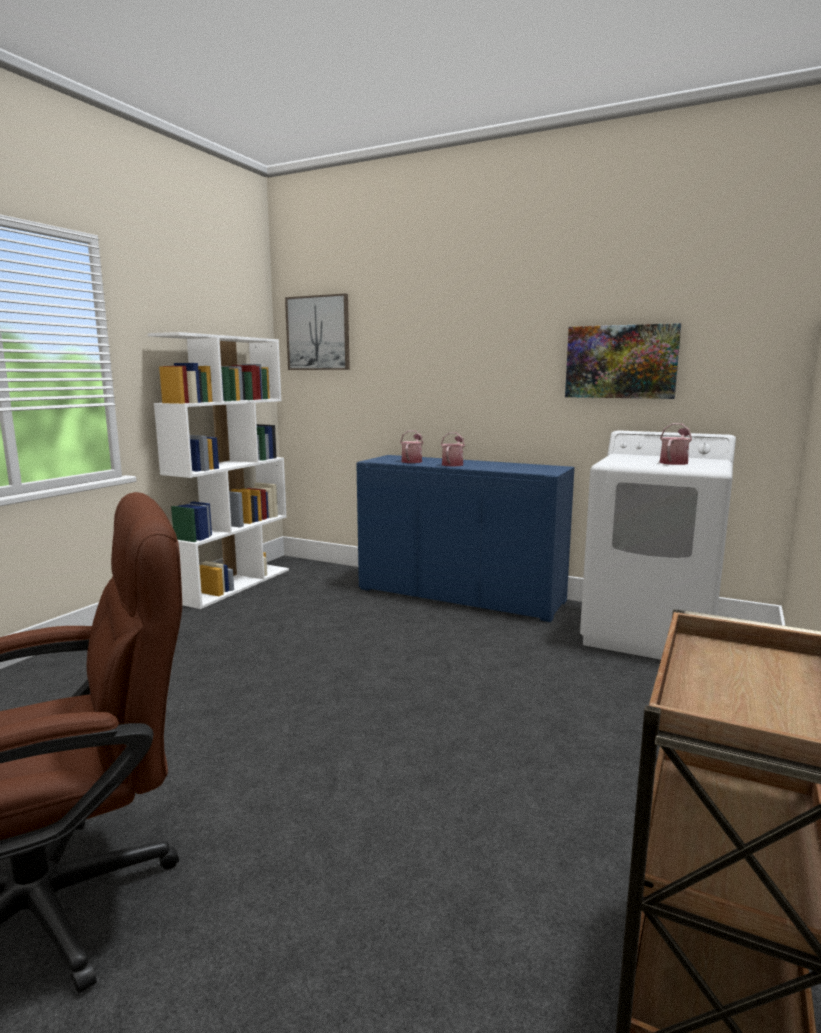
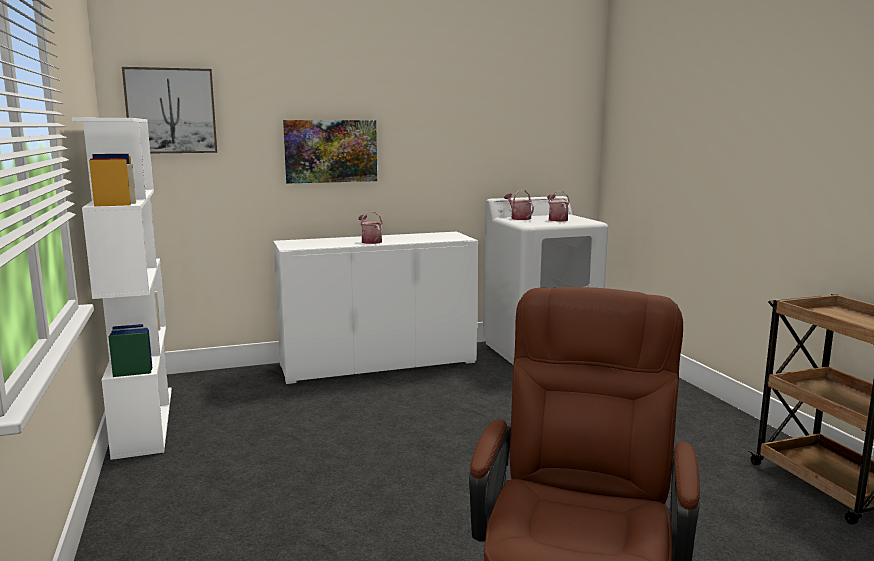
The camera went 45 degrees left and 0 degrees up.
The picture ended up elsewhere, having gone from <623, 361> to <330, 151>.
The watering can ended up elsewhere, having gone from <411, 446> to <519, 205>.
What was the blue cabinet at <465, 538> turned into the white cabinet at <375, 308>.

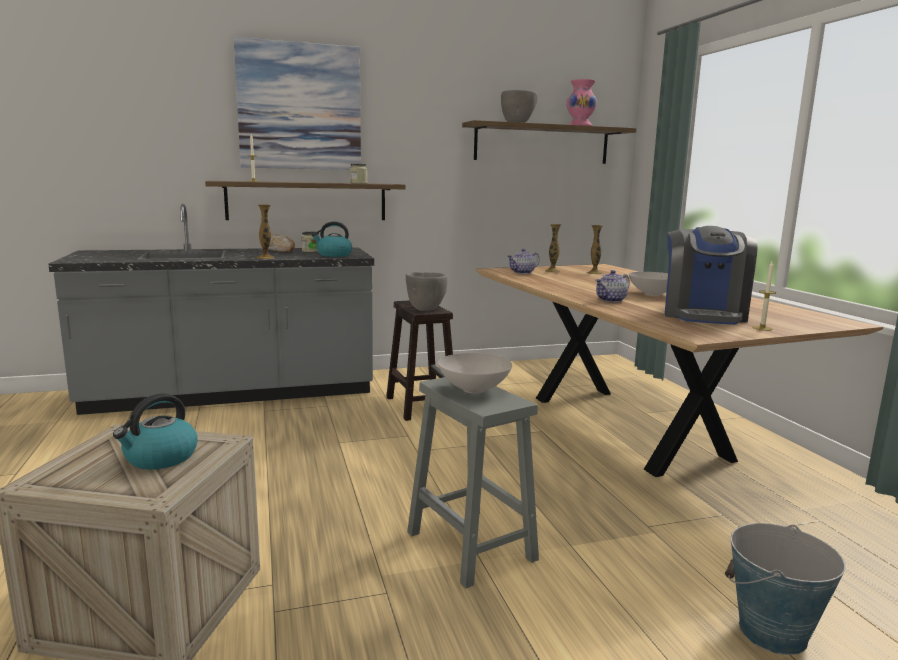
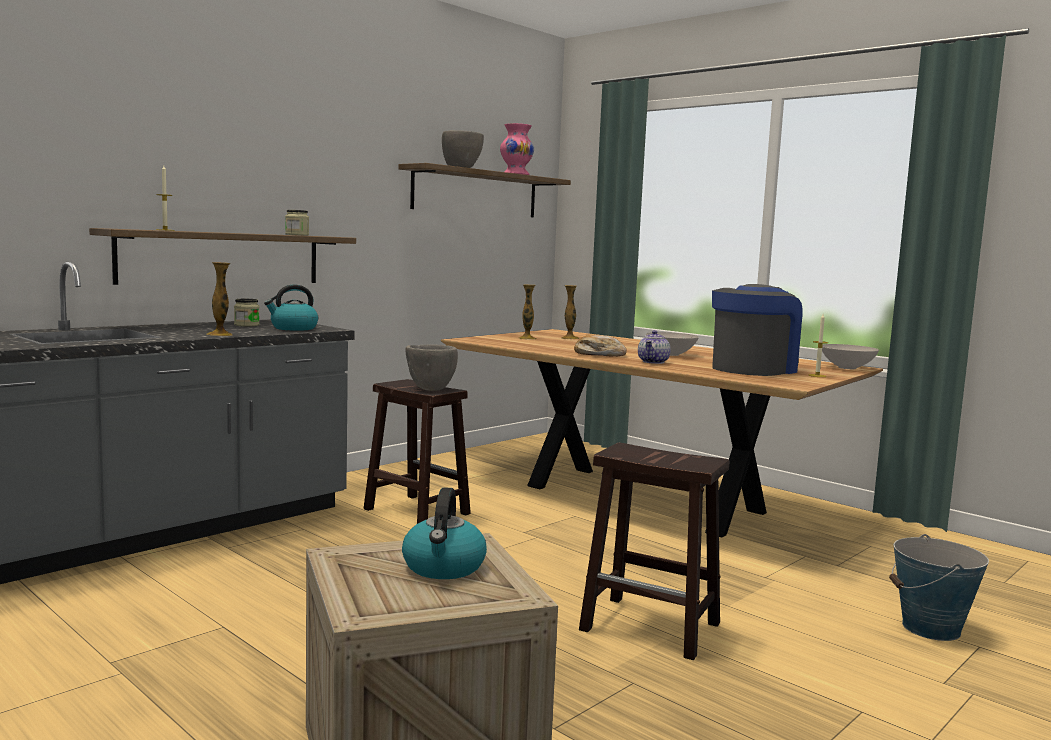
The camera went 30 degrees left and 5 degrees down.
The second view lost the picture at <297, 103>.
The coffee machine at <711, 275> ended up facing another way, 120 degrees counterclockwise from before.
The bread ended up elsewhere, having gone from <281, 243> to <600, 345>.
The second view lost the teapot at <523, 261>.
The white bowl ended up elsewhere, having gone from <475, 373> to <850, 356>.
What was the grey stool at <473, 482> turned into the brown stool at <654, 551>.

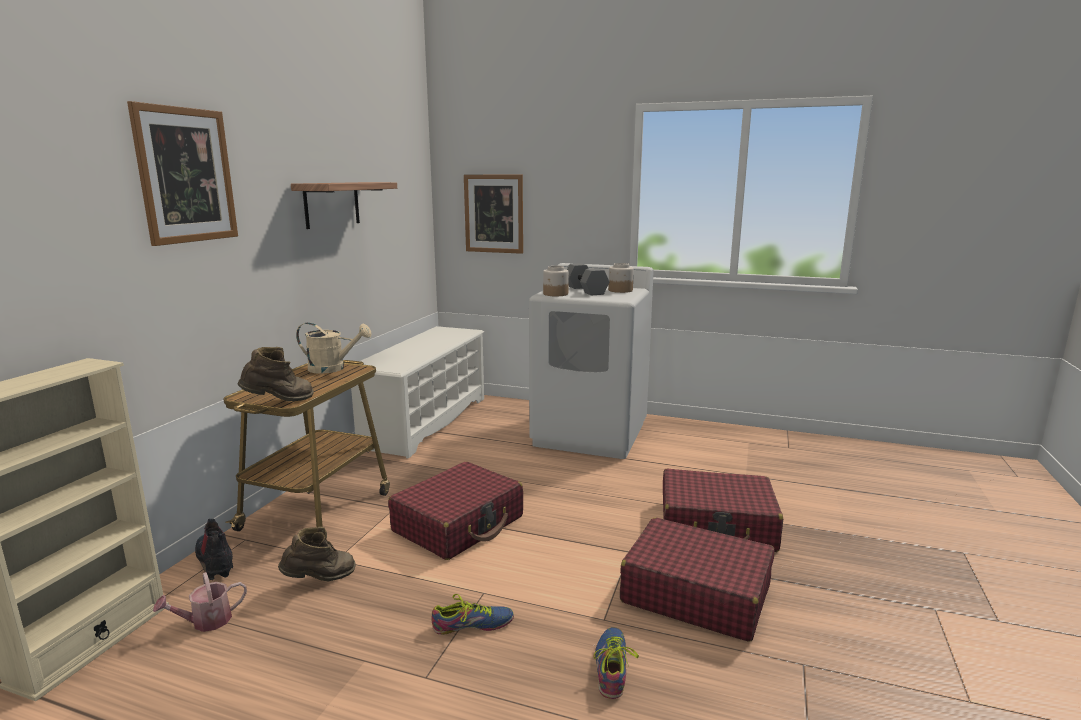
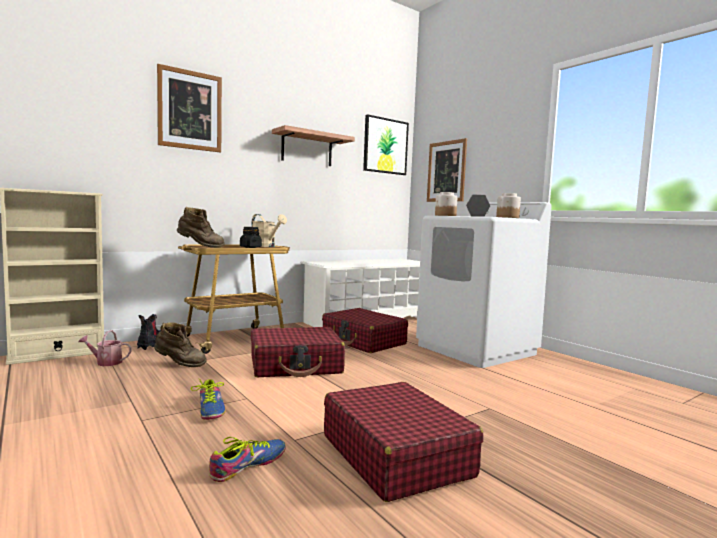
The camera went 35 degrees right and 10 degrees down.
The red suitcase ended up elsewhere, having gone from <723, 510> to <365, 330>.
The shoe at <472, 614> ended up facing another way, 45 degrees clockwise from before.
The second view gained the picture at <386, 144>.
The second view gained the black jar at <251, 237>.

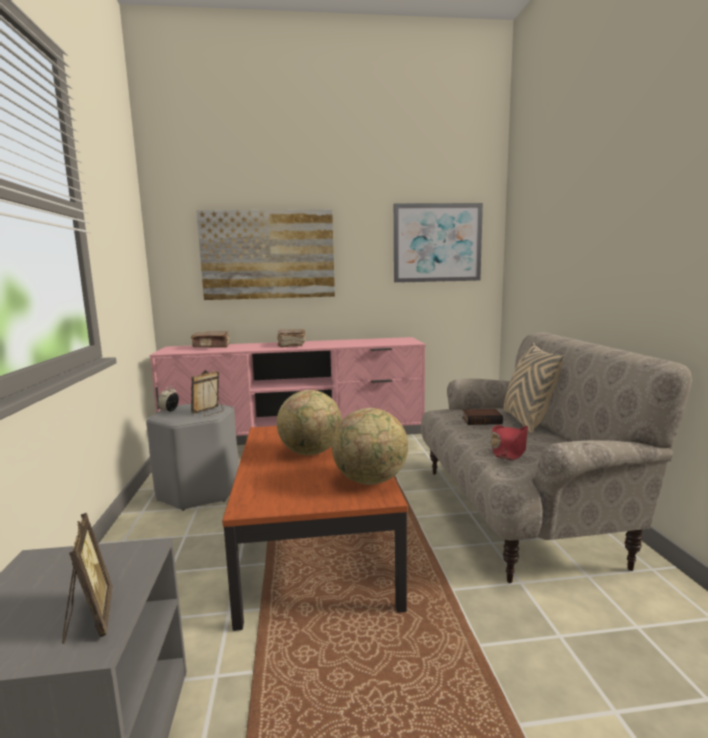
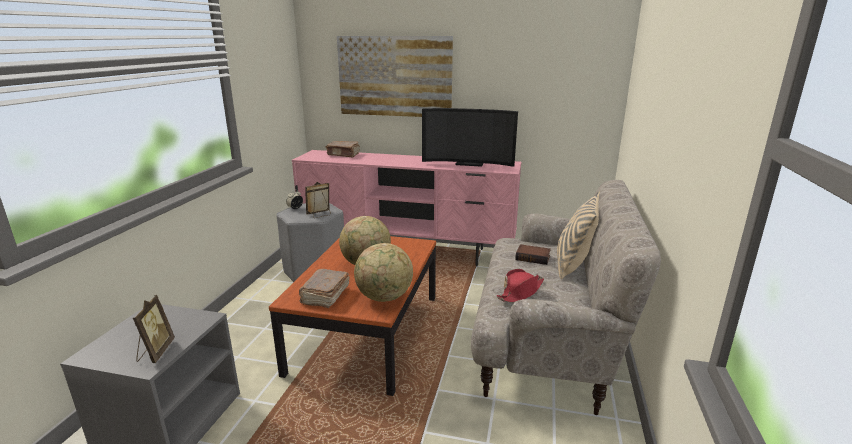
The camera went 20 degrees right and 10 degrees up.
The second view lost the picture at <438, 243>.
The brown book ended up elsewhere, having gone from <291, 338> to <324, 288>.
The second view gained the television at <470, 137>.

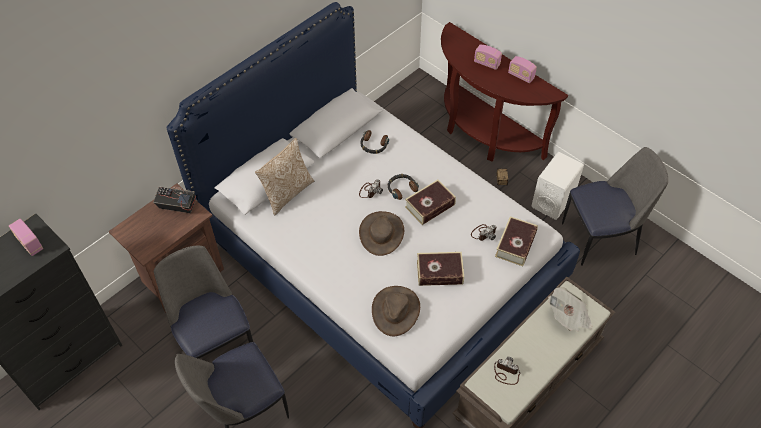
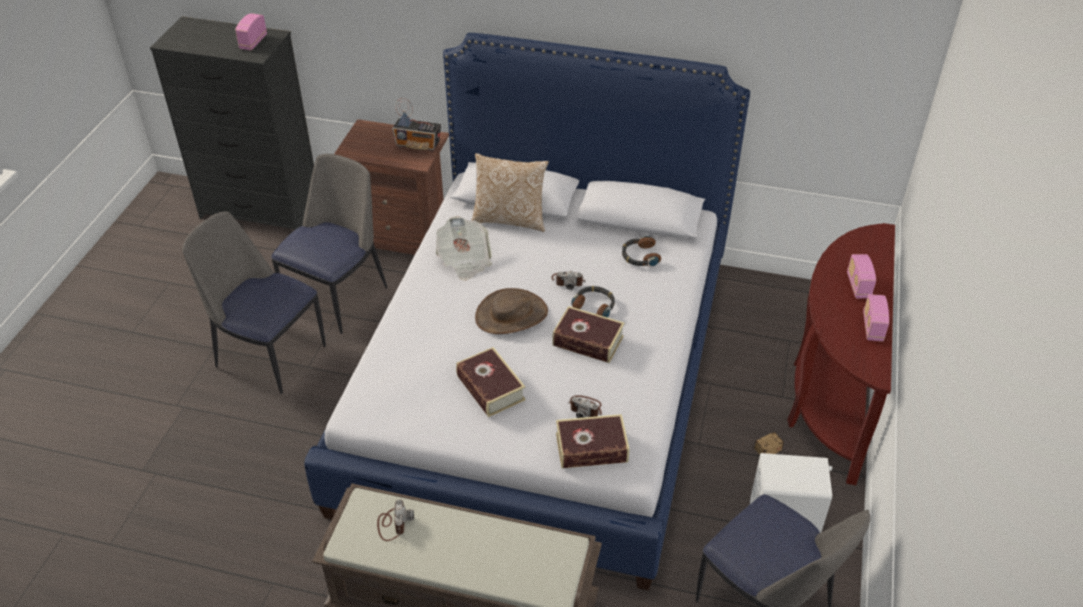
The camera went 60 degrees right and 10 degrees down.
The radio at <174, 200> ended up facing another way, 120 degrees clockwise from before.
The second view lost the brown hat at <396, 311>.
The newspaper ended up elsewhere, having gone from <570, 309> to <464, 248>.

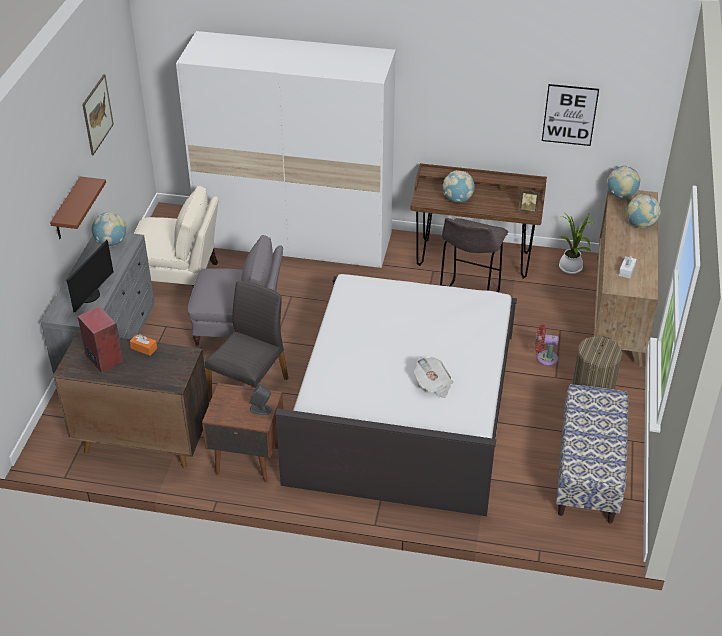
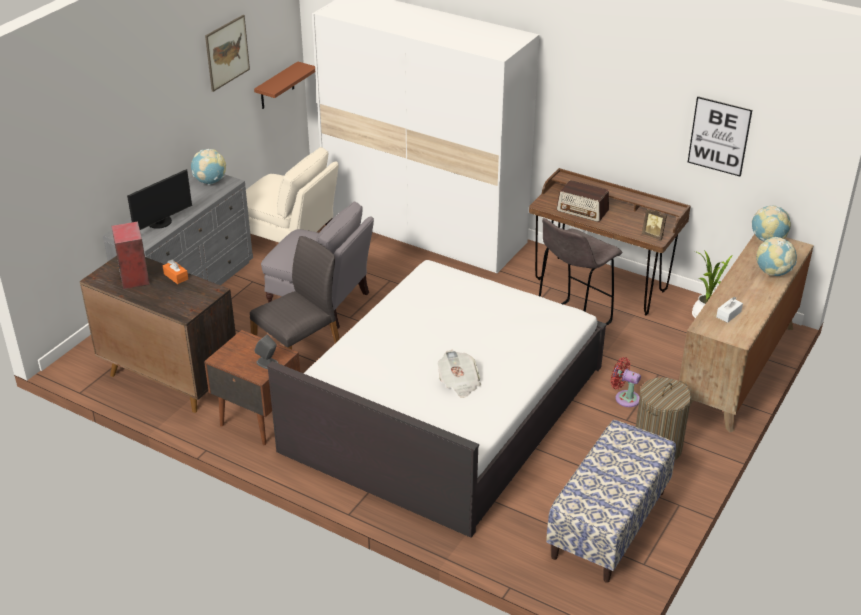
The camera went 20 degrees right and 5 degrees down.
Where the globe stood at <459, 186>, the radio came to stand at <582, 201>.
The brown shelf ended up elsewhere, having gone from <78, 207> to <284, 85>.

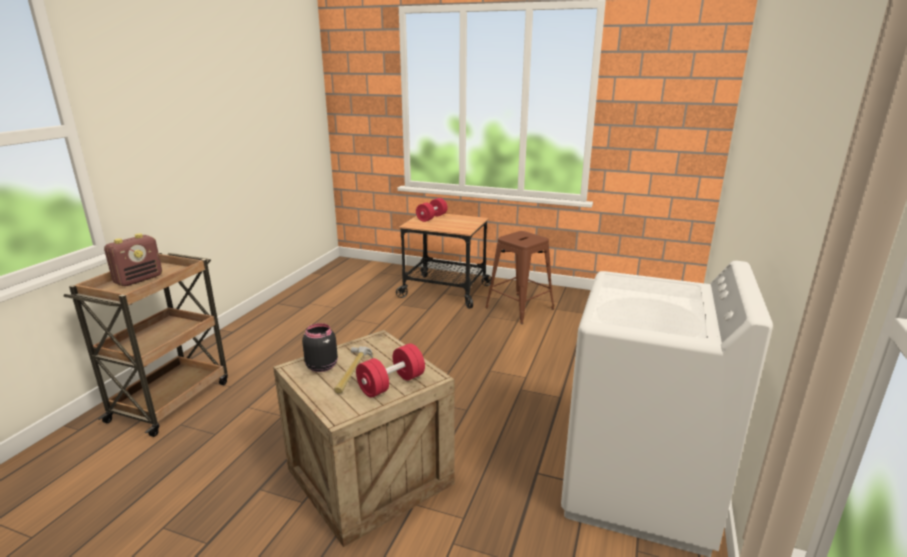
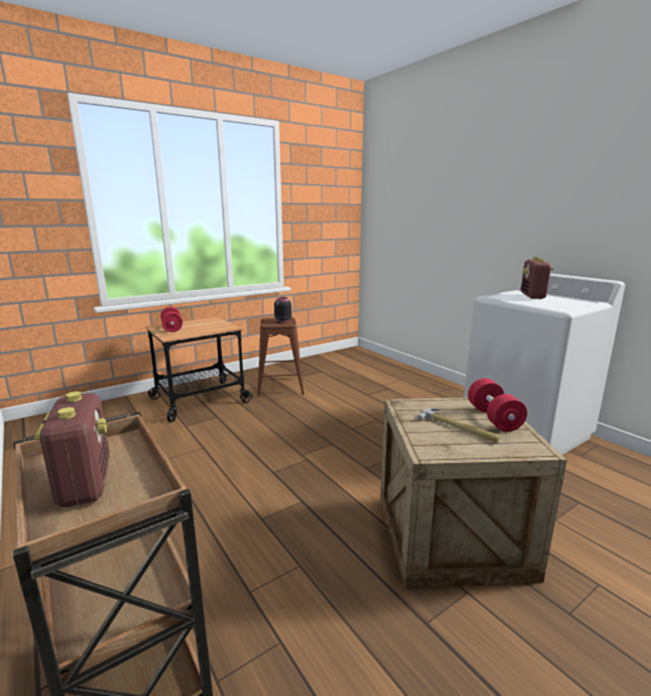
The camera went 55 degrees left and 5 degrees down.
The black jar ended up elsewhere, having gone from <320, 347> to <283, 309>.
The second view gained the radio at <537, 278>.

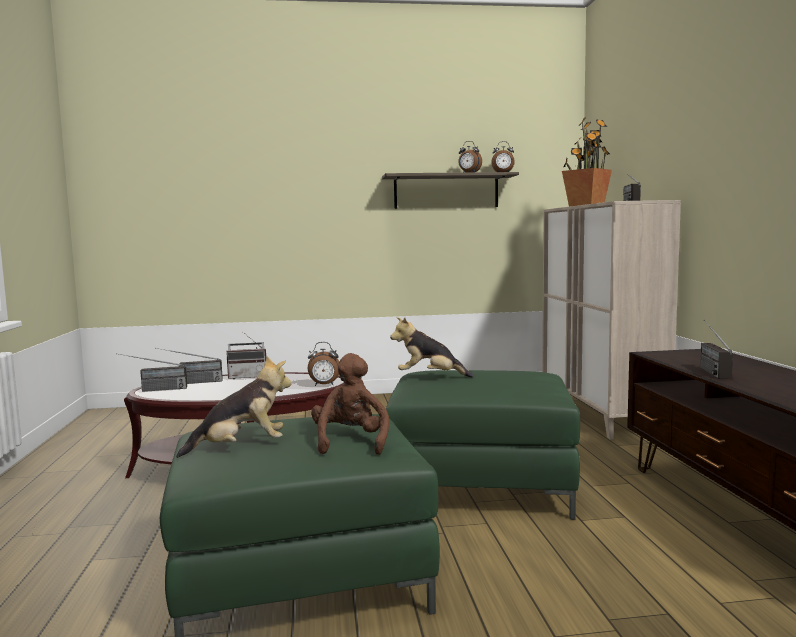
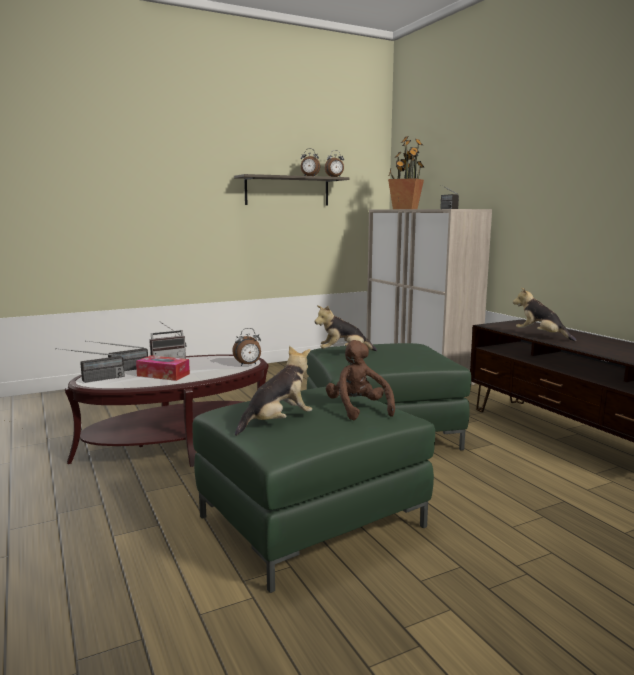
The camera went 20 degrees left and 5 degrees up.
Where the radio stood at <716, 349>, the plush toy came to stand at <544, 314>.
The second view gained the tissue box at <163, 368>.

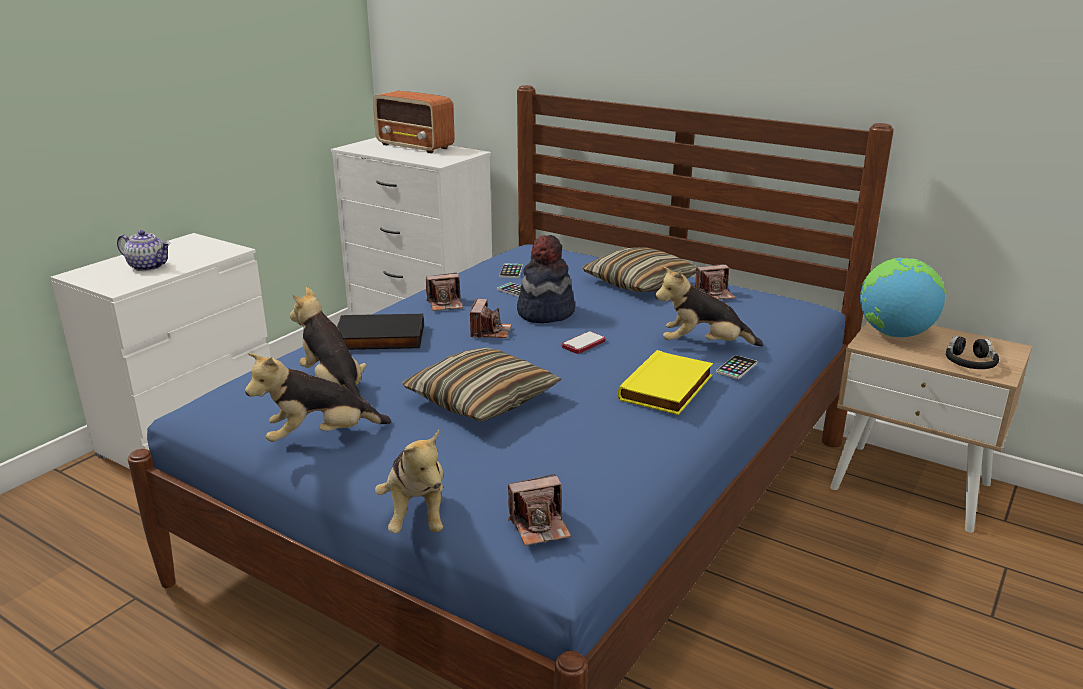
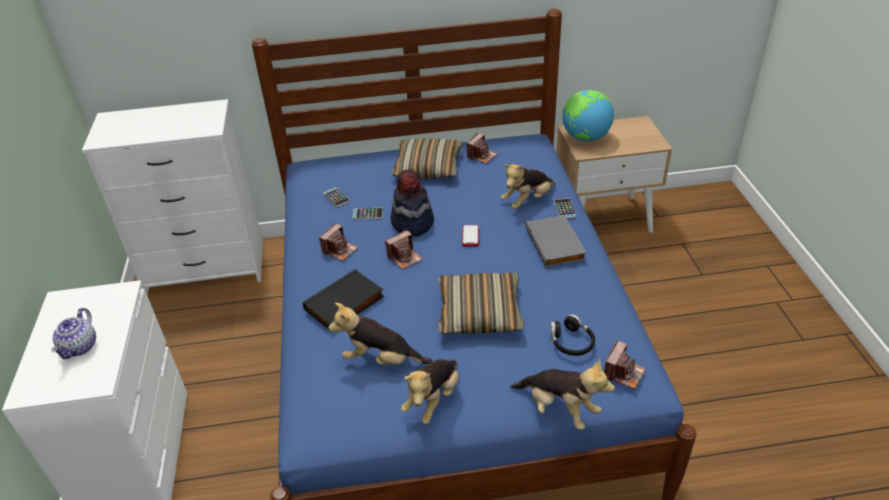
The camera went 40 degrees left and 15 degrees up.
The second view lost the radio at <414, 122>.
The teapot at <144, 250> ended up facing another way, 120 degrees clockwise from before.
The photo camera at <491, 318> ended up facing another way, 90 degrees clockwise from before.
The black headphones ended up elsewhere, having gone from <972, 352> to <572, 335>.
What was the yellow book at <665, 382> turned into the grey book at <556, 241>.

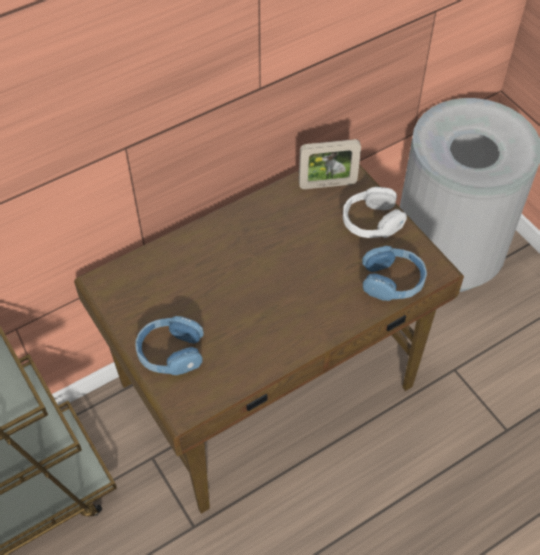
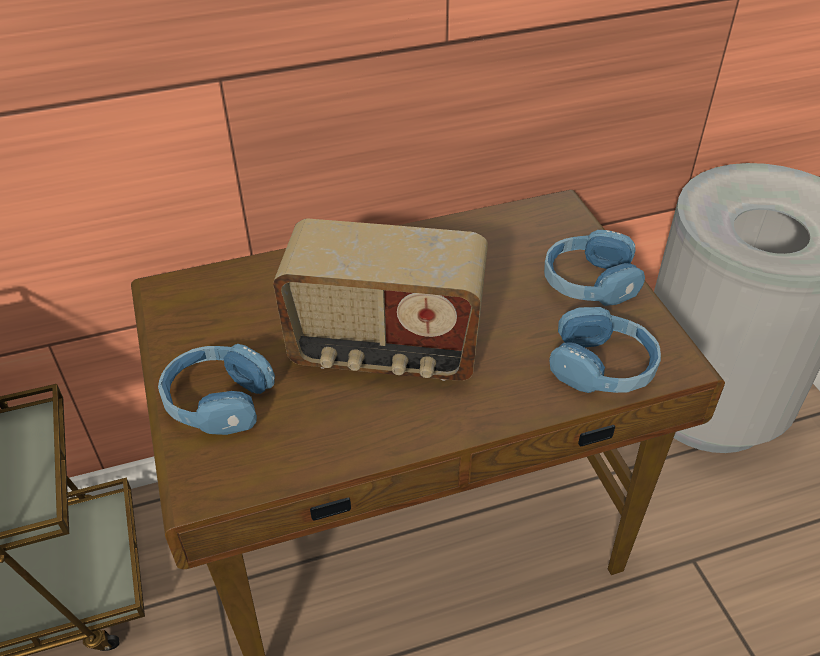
The camera went 15 degrees right and 10 degrees down.
The second view lost the picture frame at <330, 164>.
What was the white headphones at <375, 212> turned into the blue headphones at <594, 268>.
The second view gained the radio at <380, 300>.

